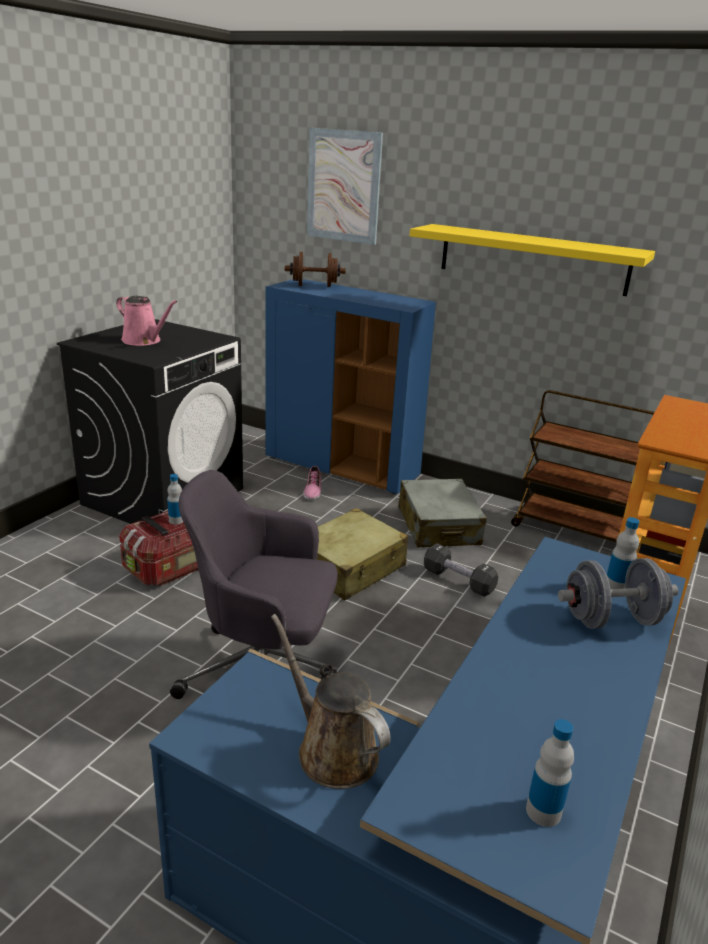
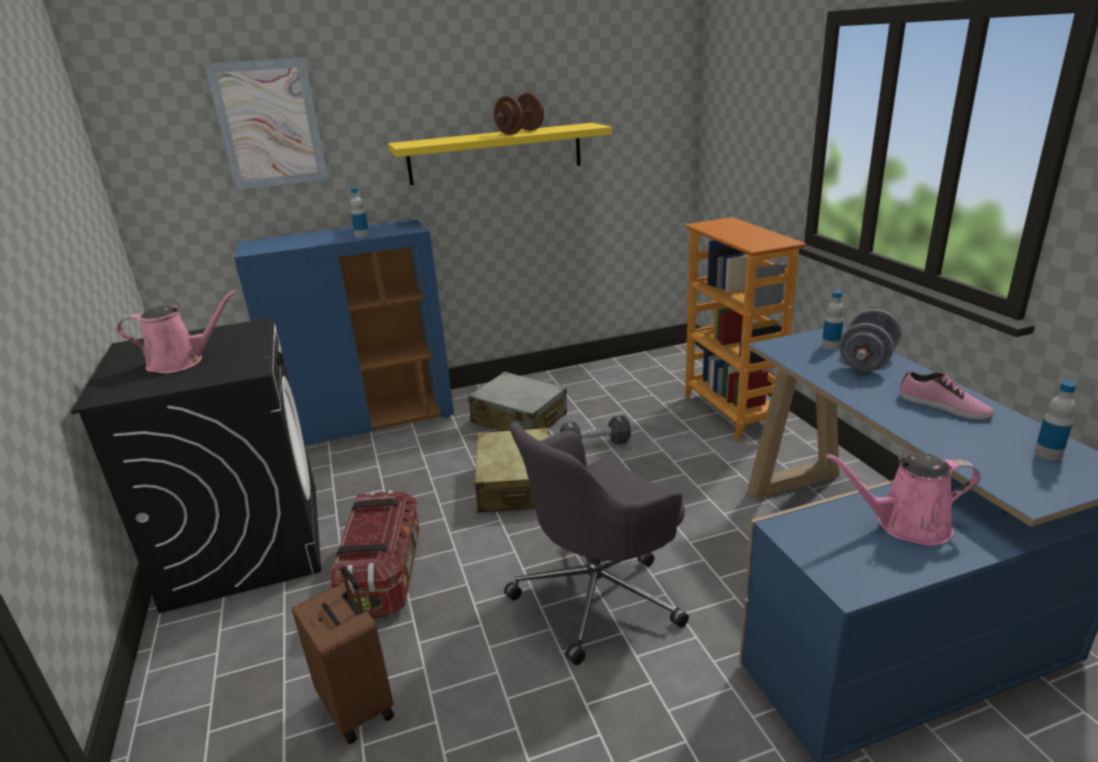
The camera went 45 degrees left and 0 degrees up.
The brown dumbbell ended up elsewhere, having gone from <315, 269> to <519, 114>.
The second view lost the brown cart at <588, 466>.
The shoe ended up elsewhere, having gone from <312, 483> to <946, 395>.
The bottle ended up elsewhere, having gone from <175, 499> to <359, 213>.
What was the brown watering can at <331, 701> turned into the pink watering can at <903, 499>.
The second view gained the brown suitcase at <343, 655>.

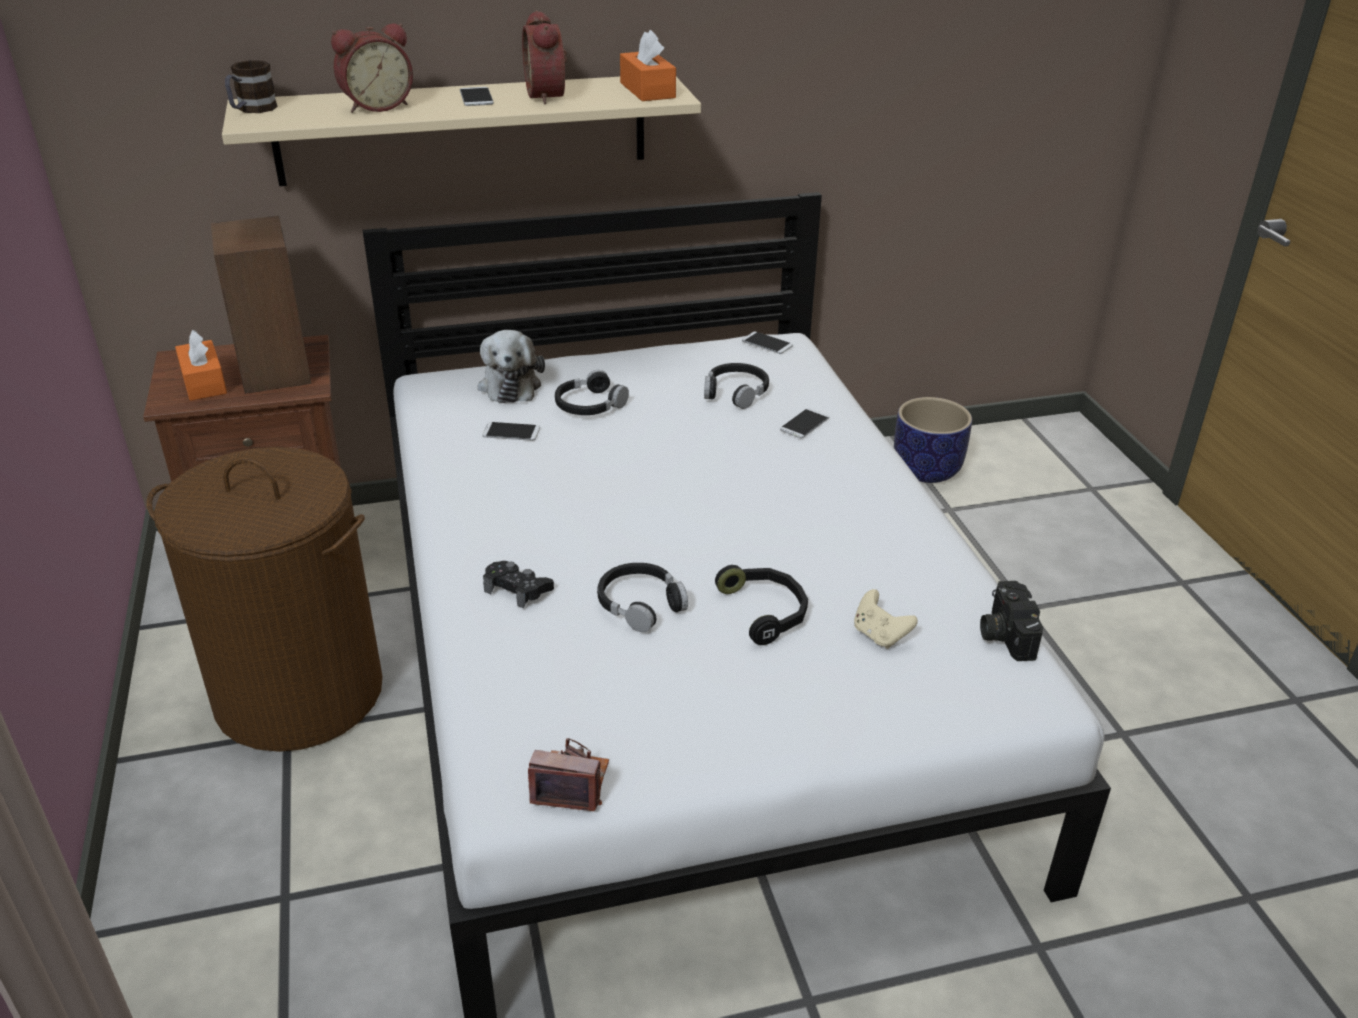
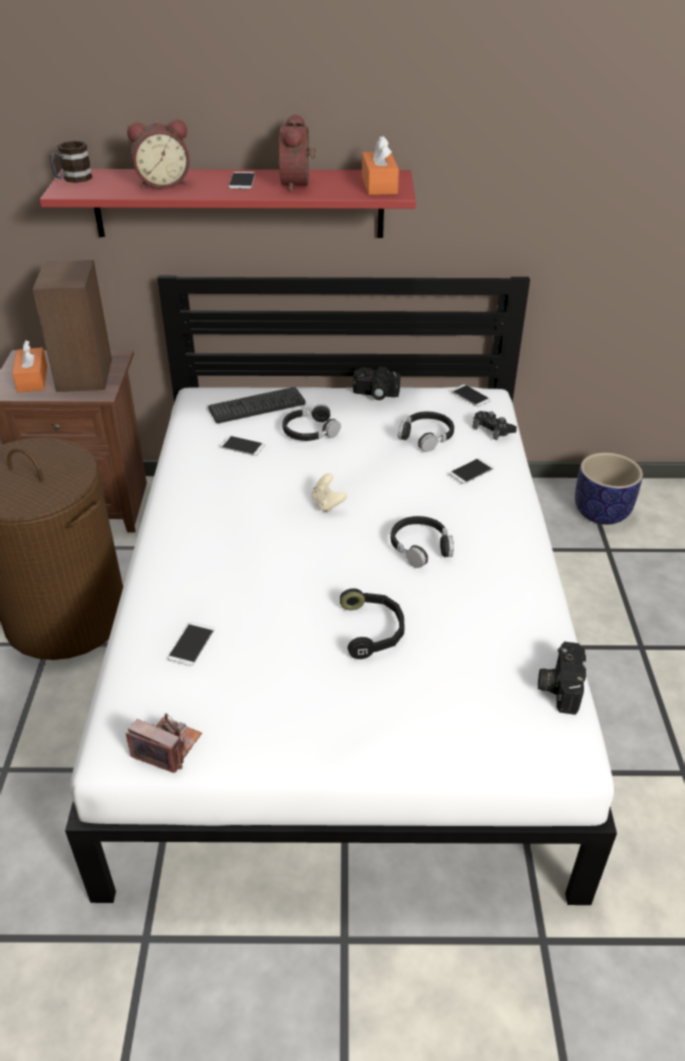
The camera went 15 degrees right and 5 degrees up.
What was the beige shelf at <461, 131> turned into the red shelf at <228, 203>.
Where the plush toy stood at <511, 366>, the keyboard came to stand at <257, 405>.
The black game controller ended up elsewhere, having gone from <518, 585> to <494, 426>.
The black headphones ended up elsewhere, having gone from <642, 597> to <422, 542>.
The beige game controller ended up elsewhere, having gone from <886, 619> to <329, 493>.
The second view gained the photo camera at <377, 383>.
The second view gained the phone at <191, 644>.

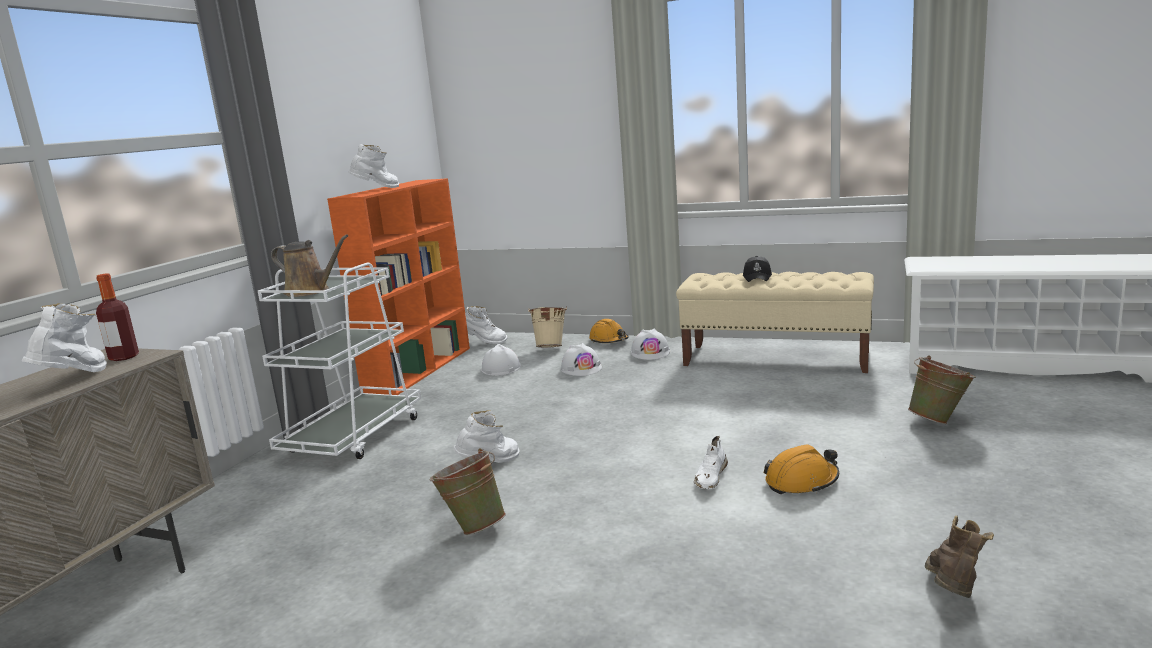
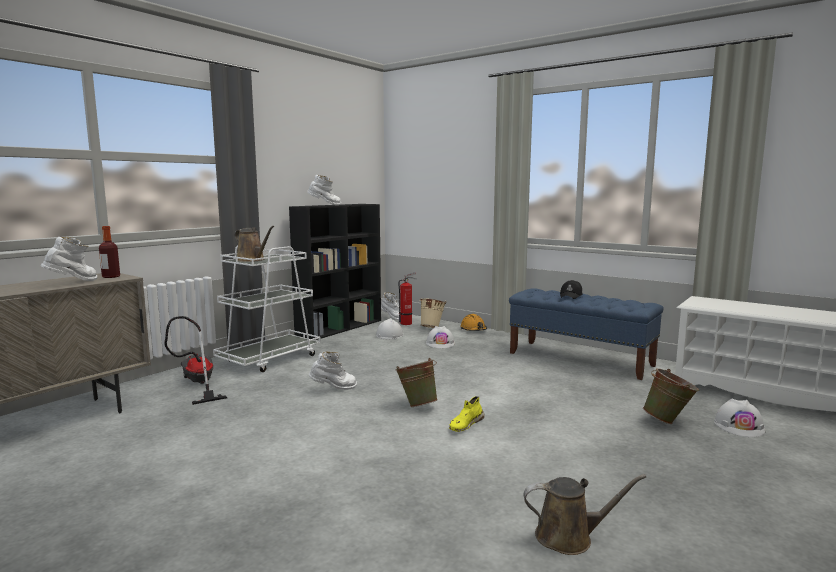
The camera went 15 degrees right and 5 degrees down.
What was the orange bookcase at <398, 286> turned into the black bookcase at <335, 272>.
What was the beige bench at <775, 322> turned into the blue bench at <586, 334>.
The white hard hat ended up elsewhere, having gone from <650, 344> to <740, 418>.
What was the white shoe at <711, 462> turned into the yellow shoe at <467, 414>.
The second view lost the orange hard hat at <801, 469>.
The green bucket ended up elsewhere, having gone from <467, 491> to <416, 382>.
Where the brown boot stood at <959, 557>, the brown watering can came to stand at <585, 514>.
The second view gained the fire extinguisher at <407, 298>.
The second view gained the vacuum cleaner at <195, 360>.

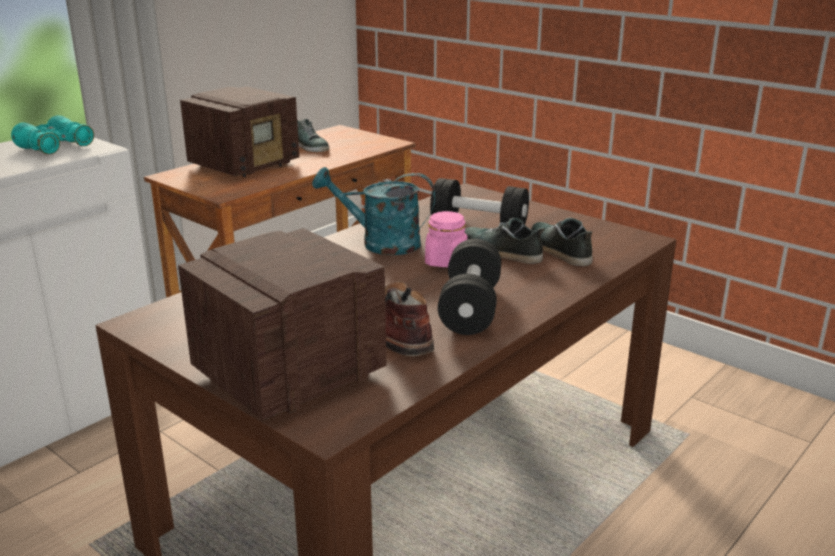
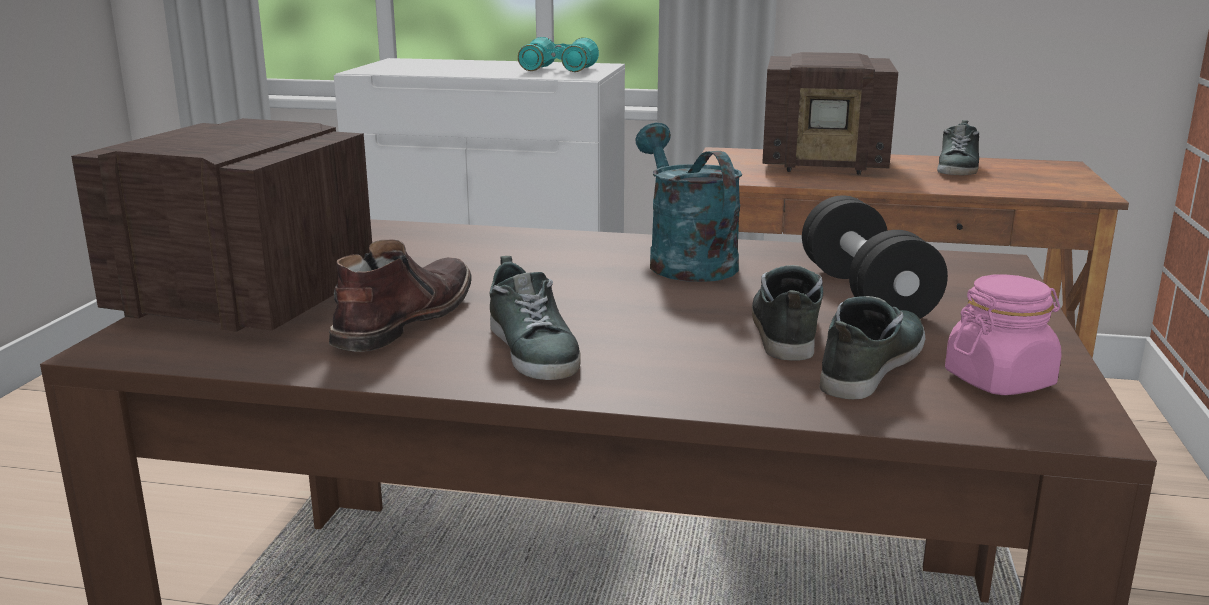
The camera went 60 degrees right and 5 degrees down.
The pink jar ended up elsewhere, having gone from <446, 239> to <1003, 334>.
Where the black dumbbell stood at <469, 287>, the shoe came to stand at <535, 318>.

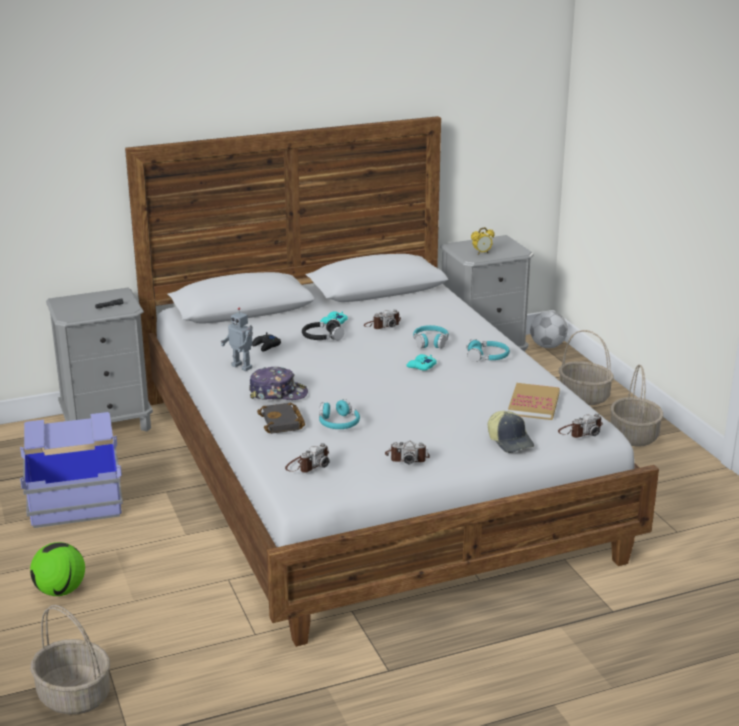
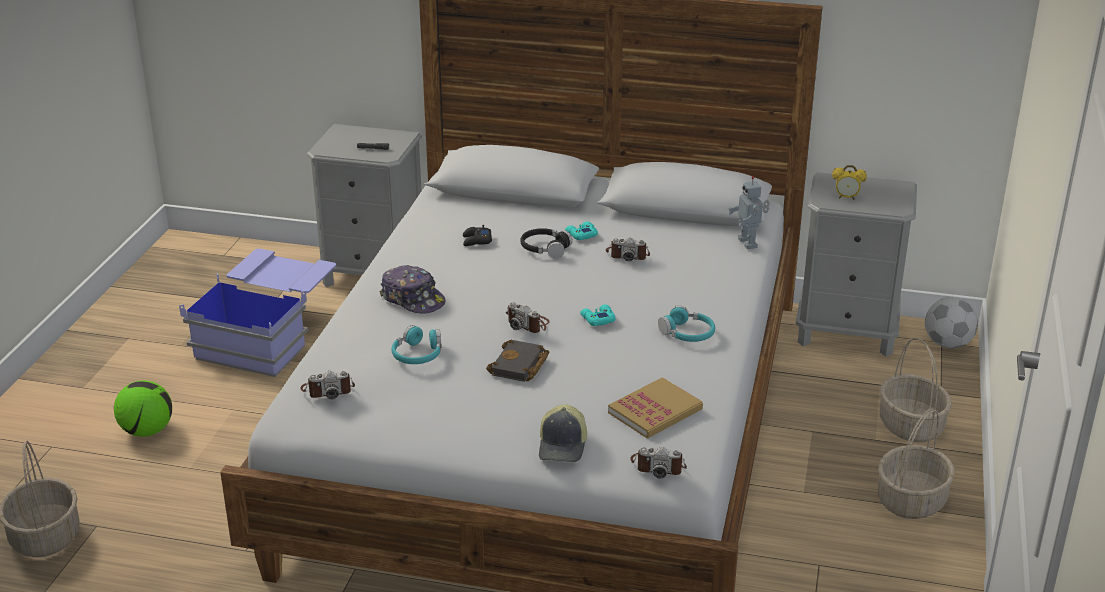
The camera went 35 degrees right and 5 degrees up.
The toy robot ended up elsewhere, having gone from <237, 339> to <749, 212>.
The second view lost the turquoise headphones at <431, 337>.
The black book ended up elsewhere, having gone from <281, 418> to <517, 361>.
The photo camera ended up elsewhere, having gone from <407, 452> to <528, 317>.

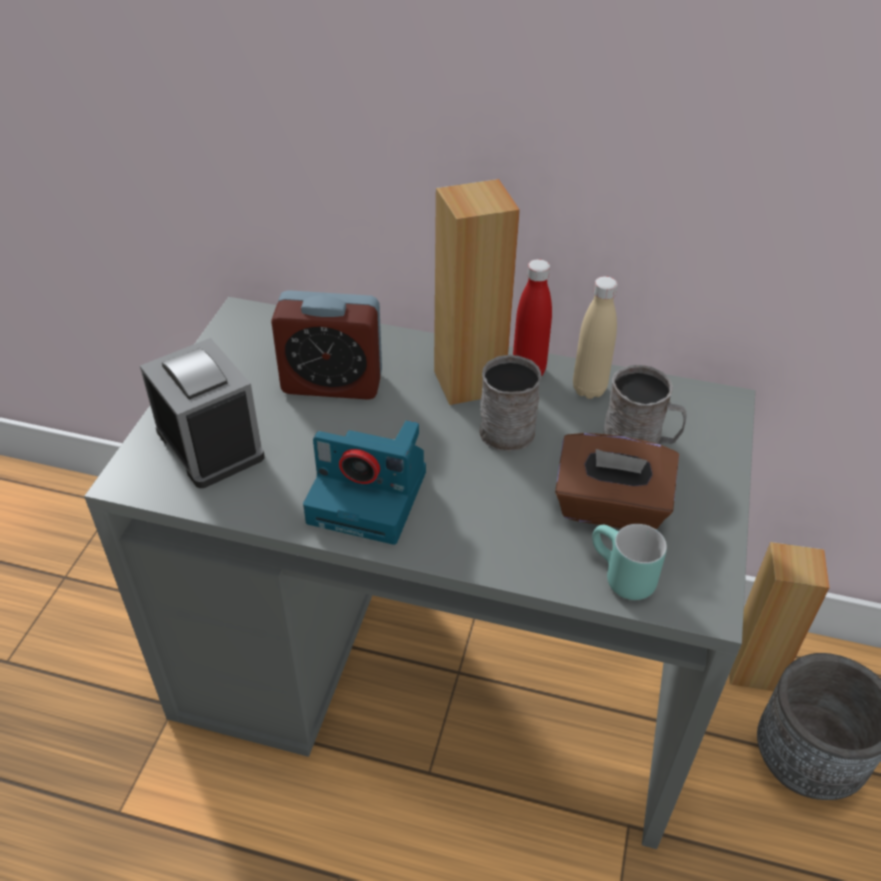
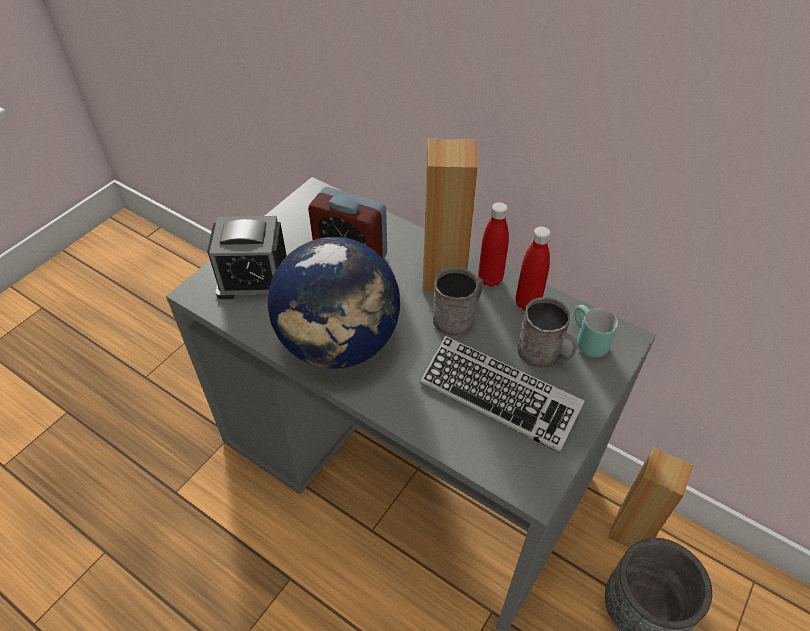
The camera went 20 degrees right and 5 degrees up.
What was the beige bottle at <595, 337> turned into the red bottle at <533, 268>.
The alarm clock at <202, 413> ended up facing another way, 105 degrees clockwise from before.
Where the photo camera stood at <364, 482>, the globe came to stand at <334, 303>.
Where the brown tissue box stood at <617, 481>, the keyboard came to stand at <502, 394>.
The turquoise mug ended up elsewhere, having gone from <629, 562> to <596, 331>.

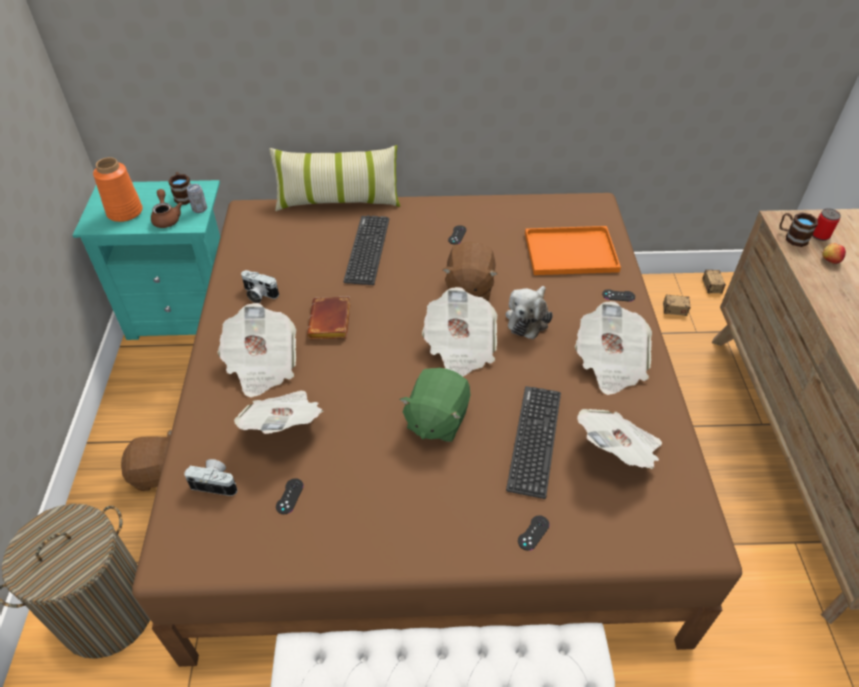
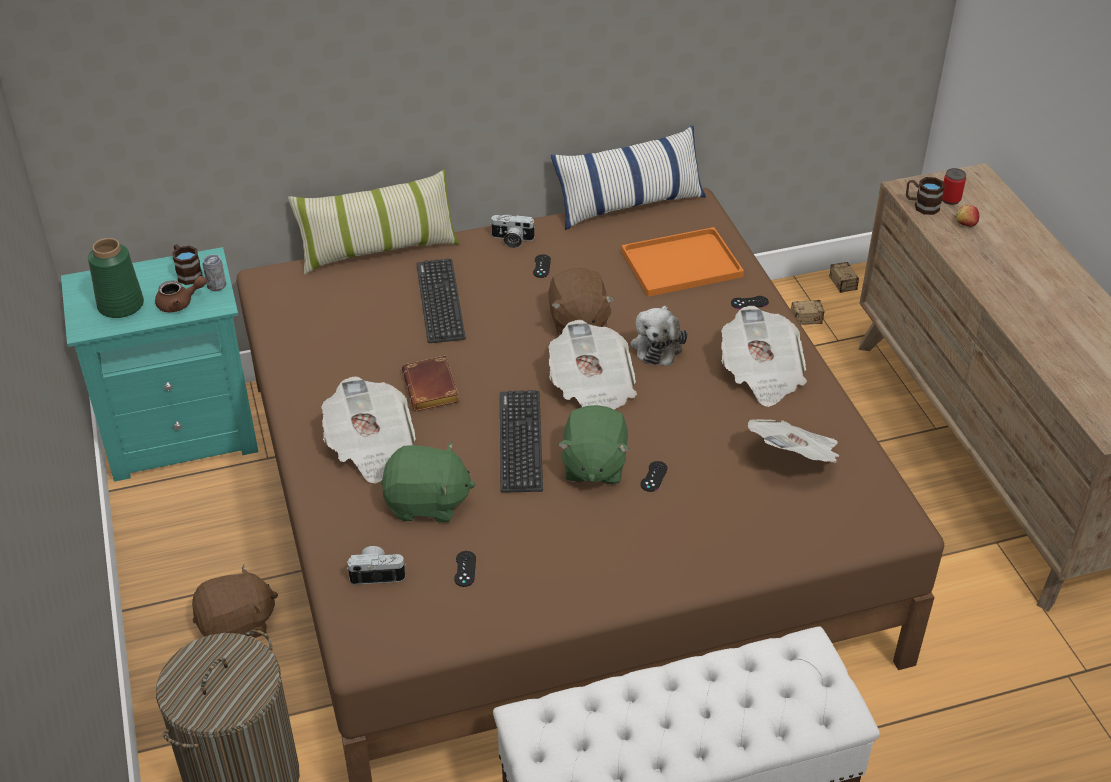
The camera went 15 degrees left and 5 degrees down.
What was the orange vase at <118, 189> turned into the green vase at <116, 278>.
The brown teapot at <166, 208> ended up facing another way, 105 degrees clockwise from before.
The photo camera ended up elsewhere, having gone from <260, 286> to <513, 231>.
The keyboard ended up elsewhere, having gone from <533, 442> to <521, 441>.
Where the newspaper stood at <278, 412>, the green plush toy came to stand at <428, 482>.
The black game controller ended up elsewhere, having gone from <534, 533> to <654, 476>.
The second view gained the pillow at <628, 178>.

